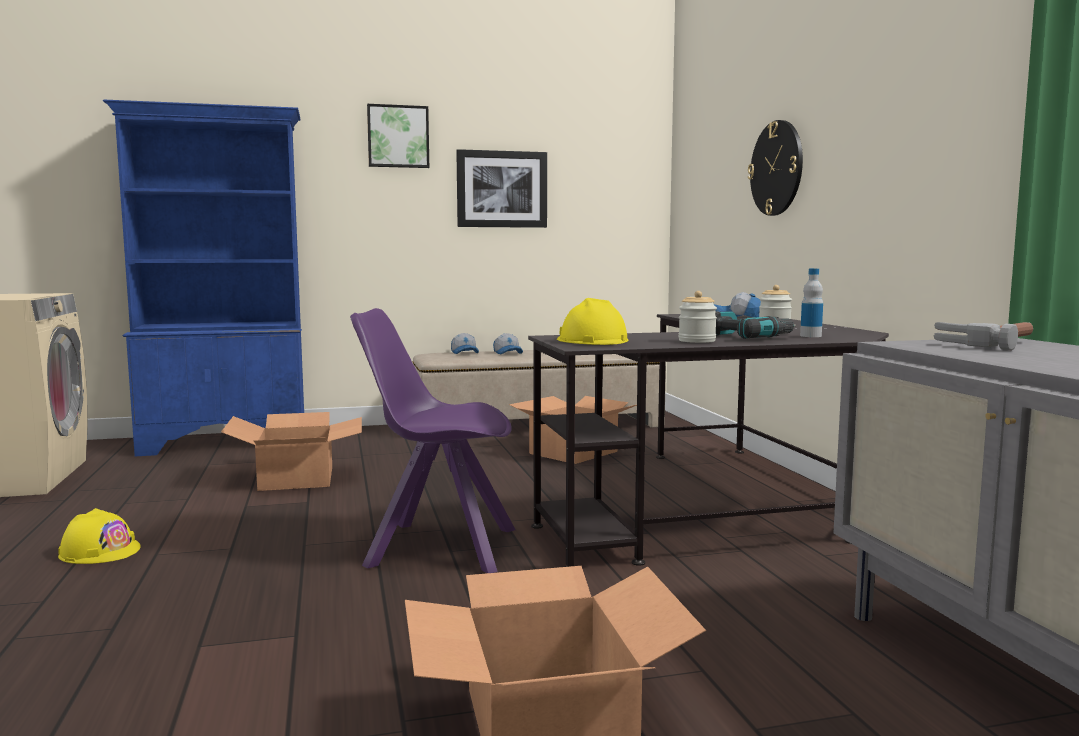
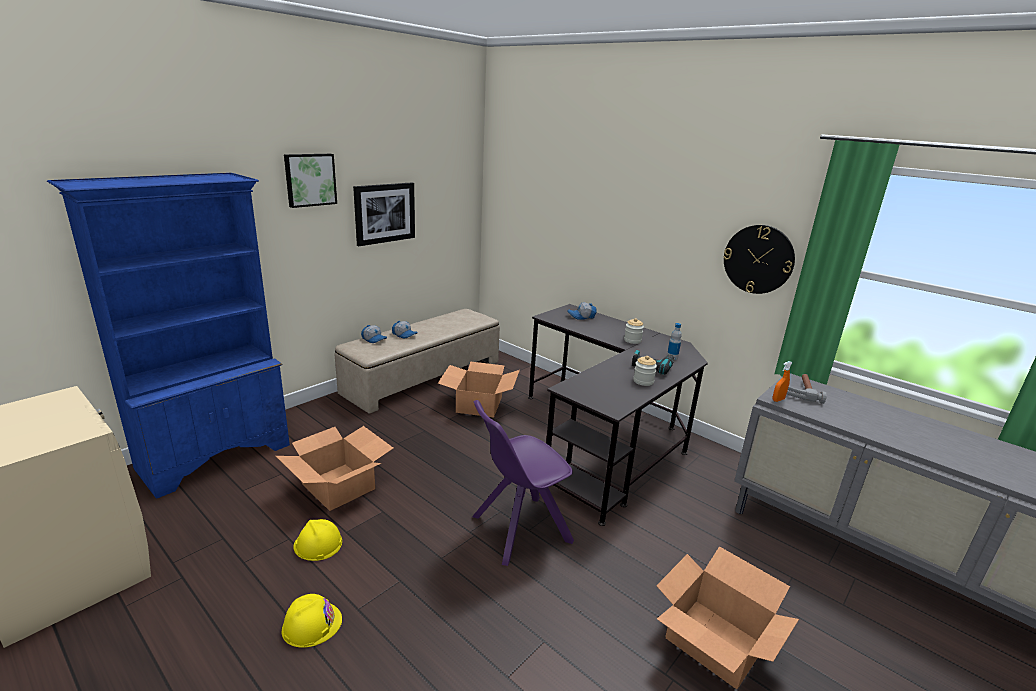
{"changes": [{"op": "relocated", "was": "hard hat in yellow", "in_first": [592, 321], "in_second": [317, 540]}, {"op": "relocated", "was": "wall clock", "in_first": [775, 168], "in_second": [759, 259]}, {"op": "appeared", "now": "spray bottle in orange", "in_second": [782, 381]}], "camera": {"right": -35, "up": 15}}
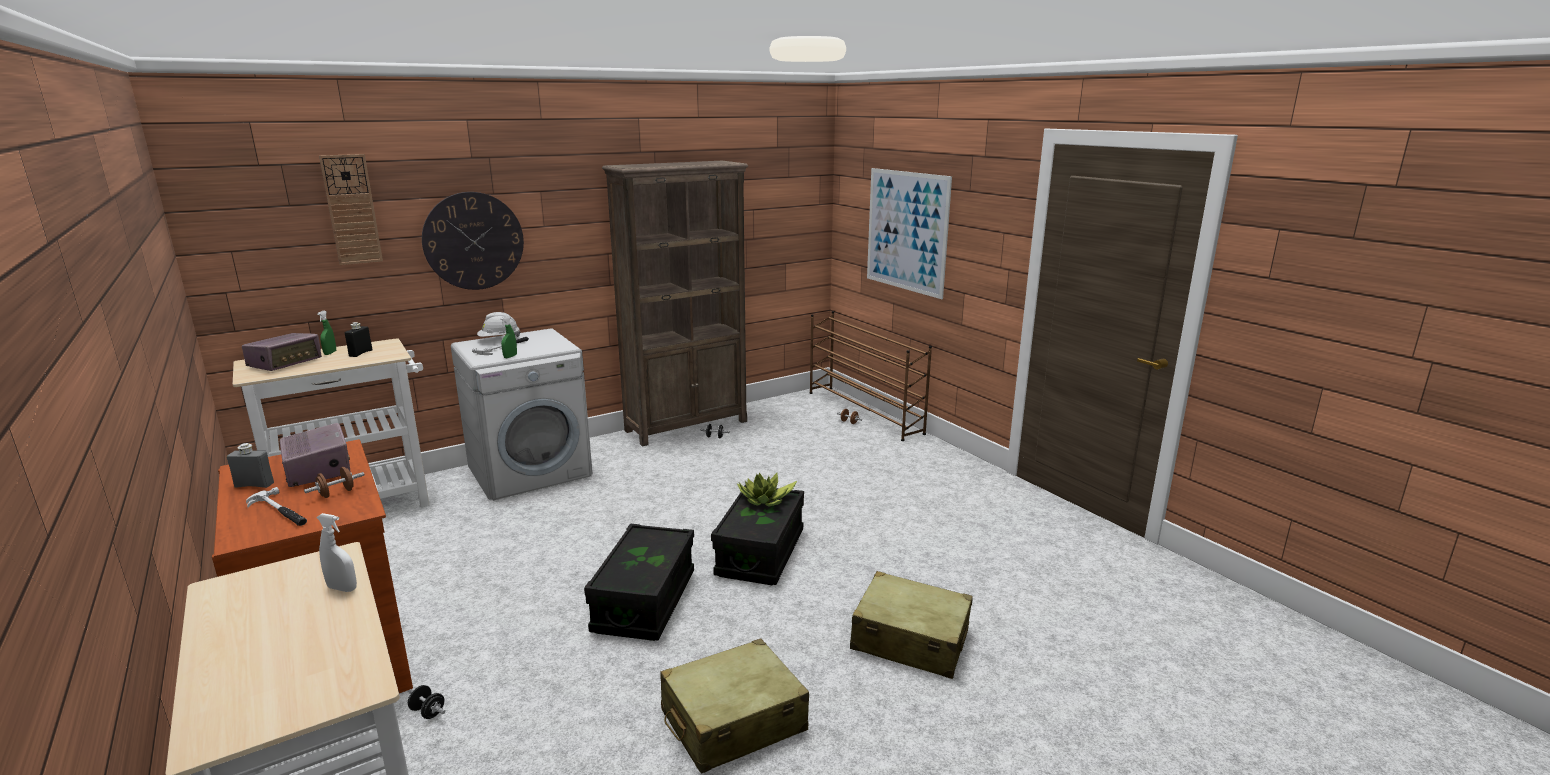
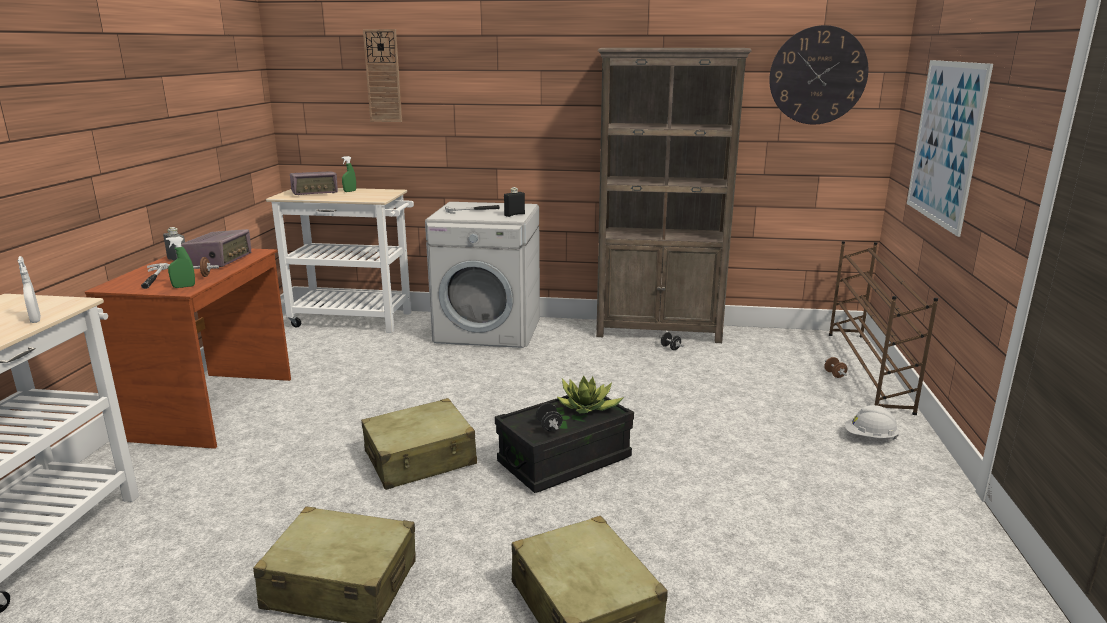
{"changes": [{"op": "relocated", "was": "bottle in black", "in_first": [359, 339], "in_second": [514, 202]}, {"op": "relocated", "was": "dumbbell in black", "in_first": [426, 702], "in_second": [549, 417]}, {"op": "relocated", "was": "wall clock", "in_first": [473, 241], "in_second": [818, 74]}, {"op": "relocated", "was": "hard hat in white", "in_first": [498, 324], "in_second": [872, 422]}, {"op": "relocated", "was": "spray bottle in green", "in_first": [508, 337], "in_second": [180, 262]}, {"op": "exchanged", "was": "storage box in black", "now": "suitcase in beige", "in_first": [639, 582], "in_second": [419, 444]}], "camera": {"right": 40, "up": 0}}
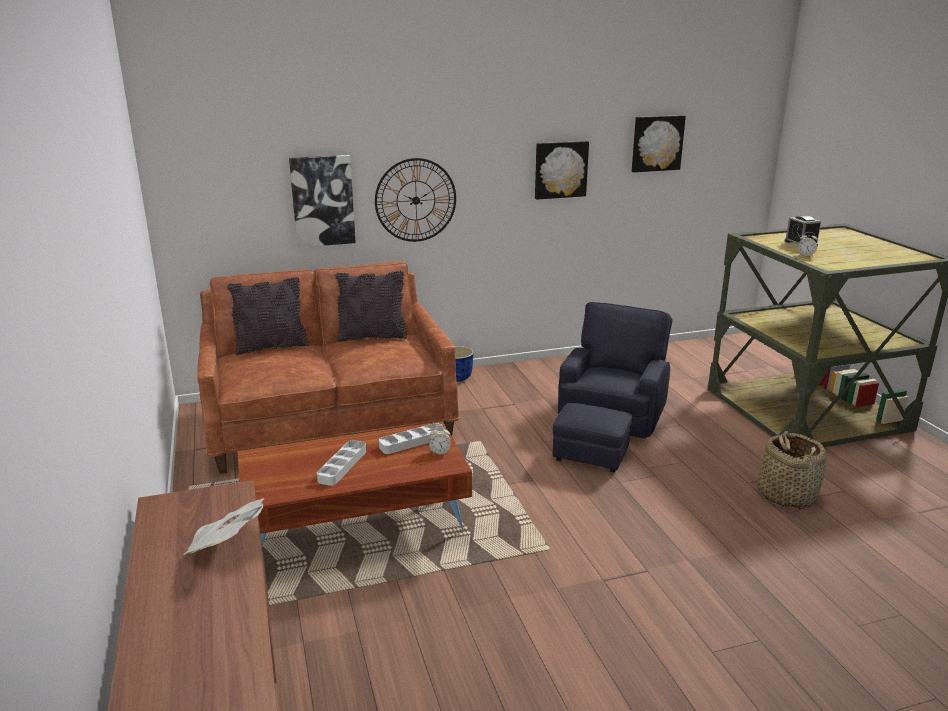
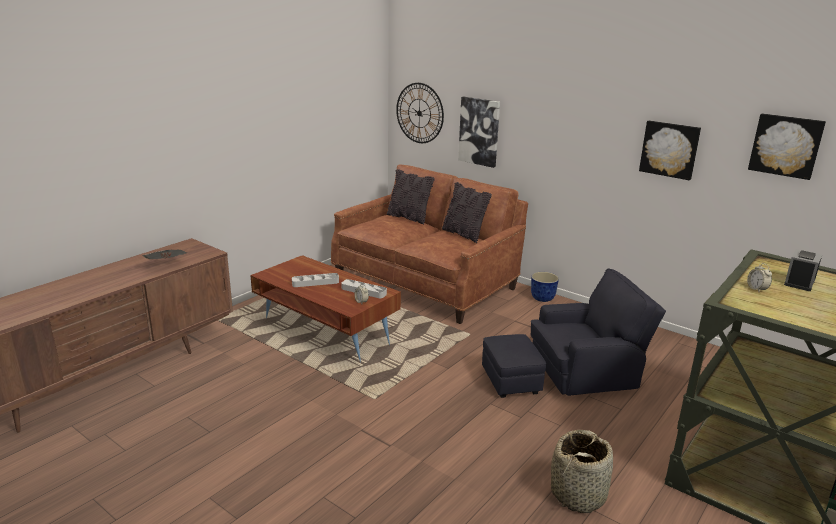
{"changes": [{"op": "relocated", "was": "wall clock", "in_first": [415, 200], "in_second": [420, 113]}], "camera": {"right": 55, "up": 0}}
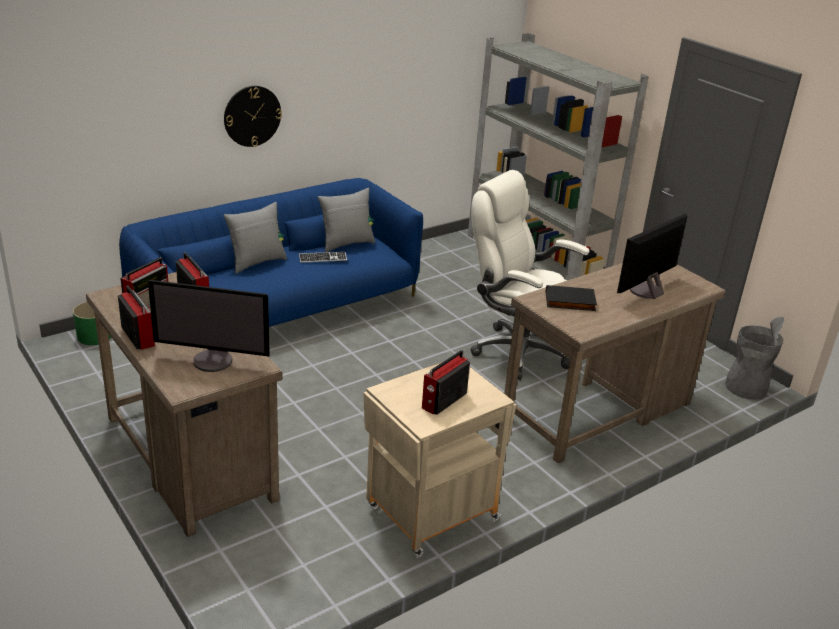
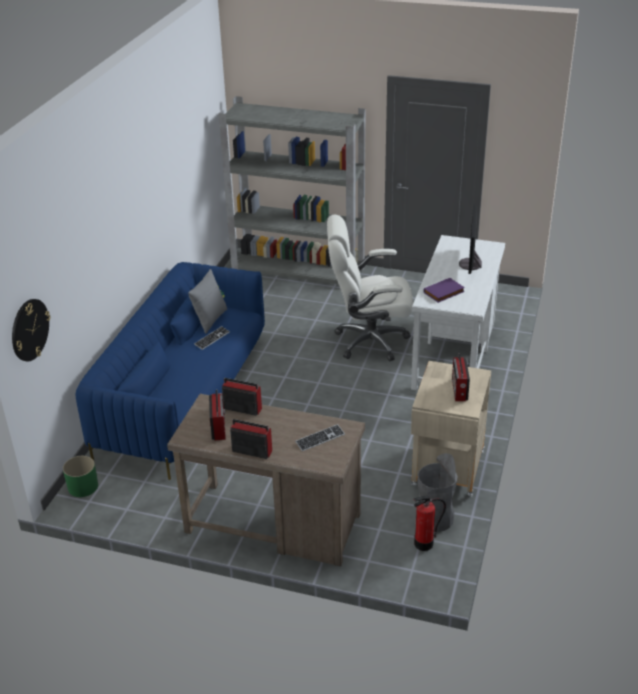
{"changes": [{"op": "exchanged", "was": "monitor", "now": "keyboard", "in_first": [209, 326], "in_second": [320, 437]}, {"op": "missing", "was": "pillow in grey", "in_first": [255, 238]}, {"op": "relocated", "was": "wall clock", "in_first": [253, 116], "in_second": [31, 330]}, {"op": "colour", "was": "desk in brown", "now": "desk in white", "in_first": [614, 363], "in_second": [458, 313]}, {"op": "colour", "was": "book in black", "now": "book in purple", "in_first": [571, 298], "in_second": [444, 290]}, {"op": "relocated", "was": "trash can in grey", "in_first": [754, 358], "in_second": [438, 492]}, {"op": "appeared", "now": "fire extinguisher", "in_second": [429, 523]}], "camera": {"right": -35, "up": 5}}
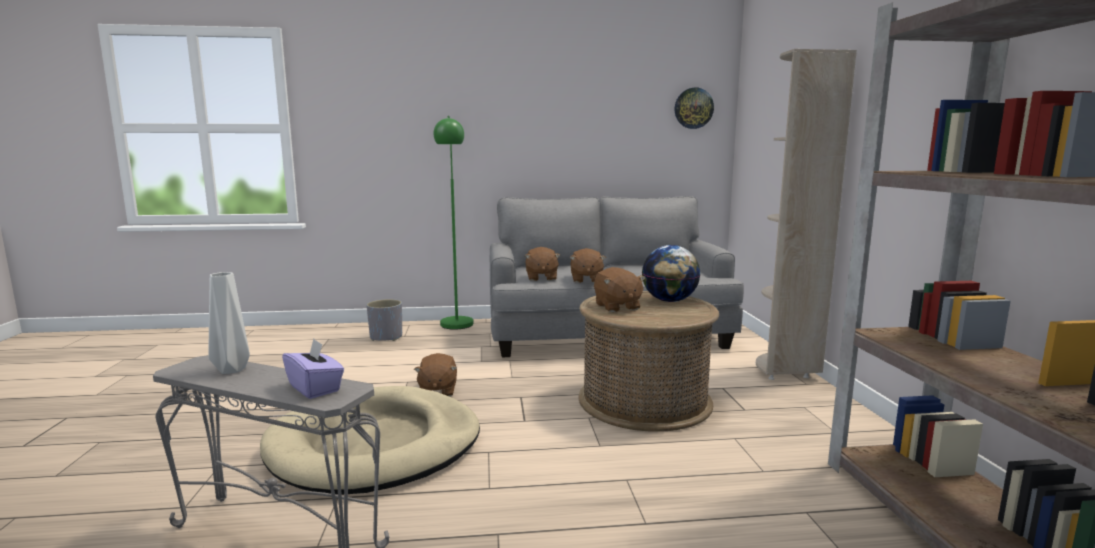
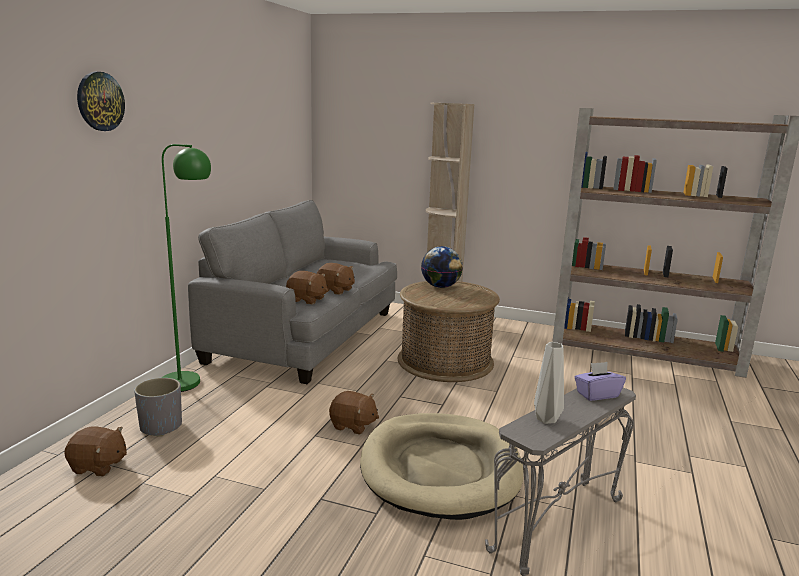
{"changes": [{"op": "relocated", "was": "plush toy in brown", "in_first": [619, 289], "in_second": [95, 451]}, {"op": "relocated", "was": "wall clock", "in_first": [694, 108], "in_second": [101, 101]}], "camera": {"right": -65, "up": 5}}
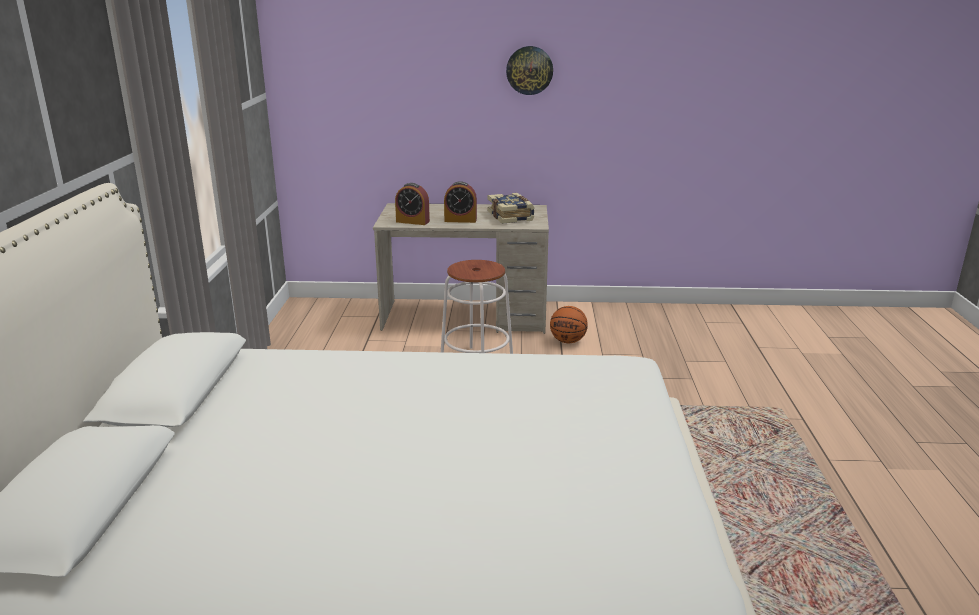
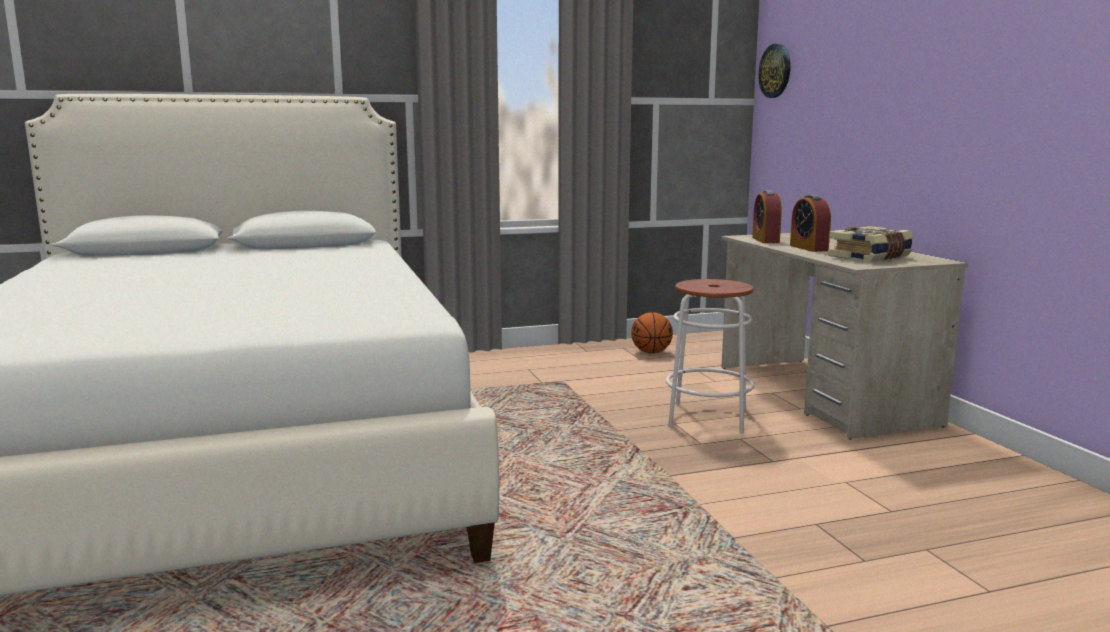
{"changes": [{"op": "relocated", "was": "wall clock", "in_first": [529, 70], "in_second": [774, 71]}, {"op": "relocated", "was": "basketball", "in_first": [569, 324], "in_second": [652, 332]}], "camera": {"right": 70, "up": -10}}
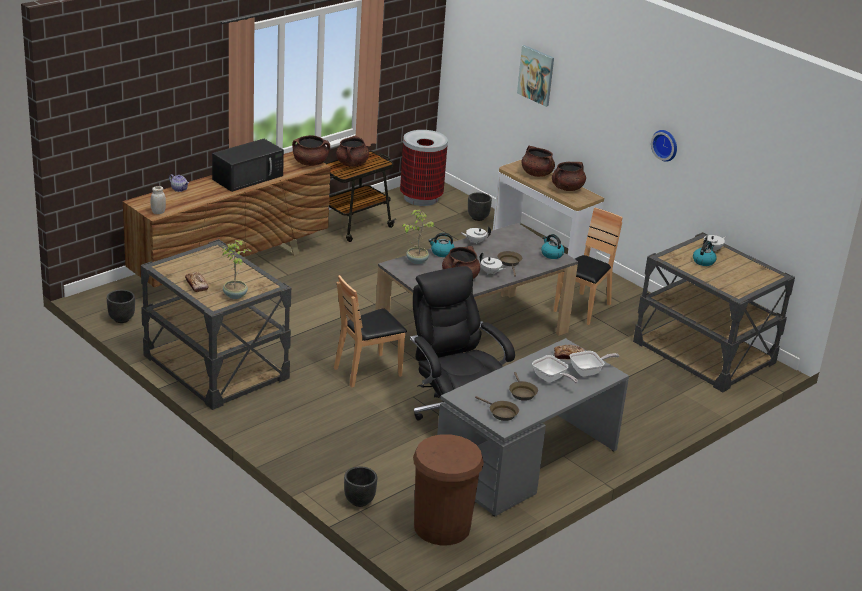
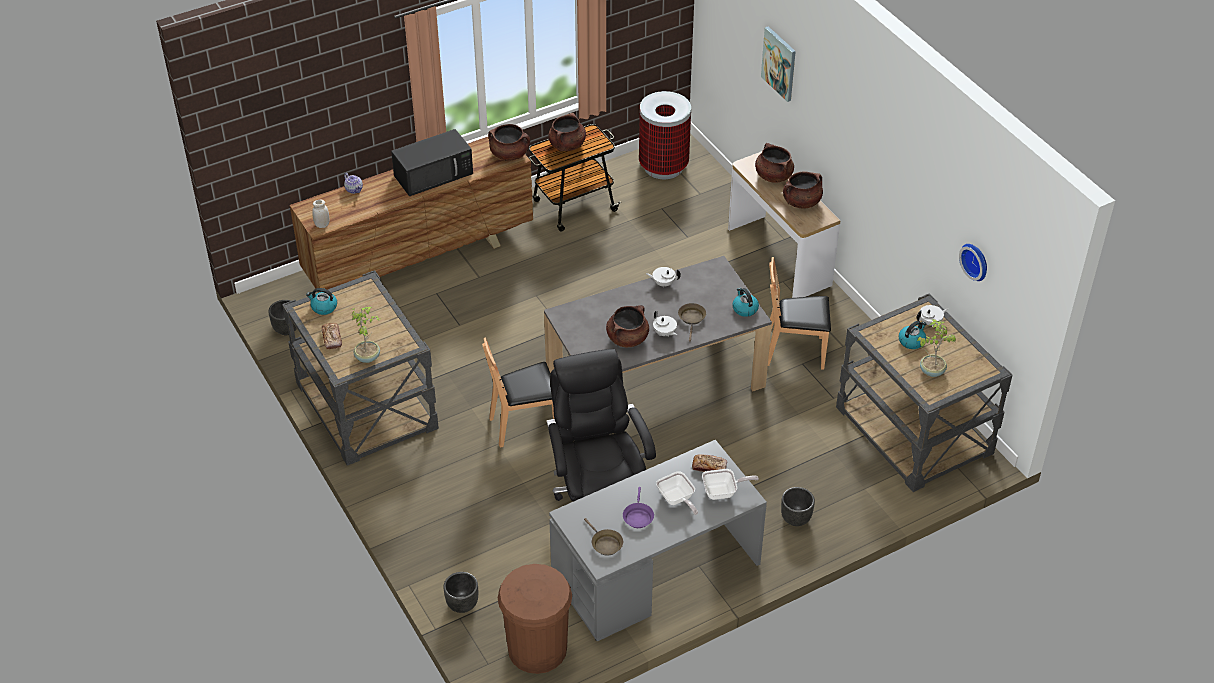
{"changes": [{"op": "relocated", "was": "potted plant", "in_first": [418, 237], "in_second": [937, 348]}, {"op": "relocated", "was": "kettle", "in_first": [441, 245], "in_second": [321, 301]}, {"op": "relocated", "was": "planter in black", "in_first": [480, 206], "in_second": [798, 506]}, {"op": "colour", "was": "frying pan in brown", "now": "frying pan in purple", "in_first": [523, 386], "in_second": [638, 507]}, {"op": "spun", "was": "chair in brown", "in_first": [588, 266], "in_second": [799, 313], "clockwise": -135}, {"op": "relocated", "was": "wall clock", "in_first": [664, 146], "in_second": [973, 262]}], "camera": {"right": 15, "up": 15}}
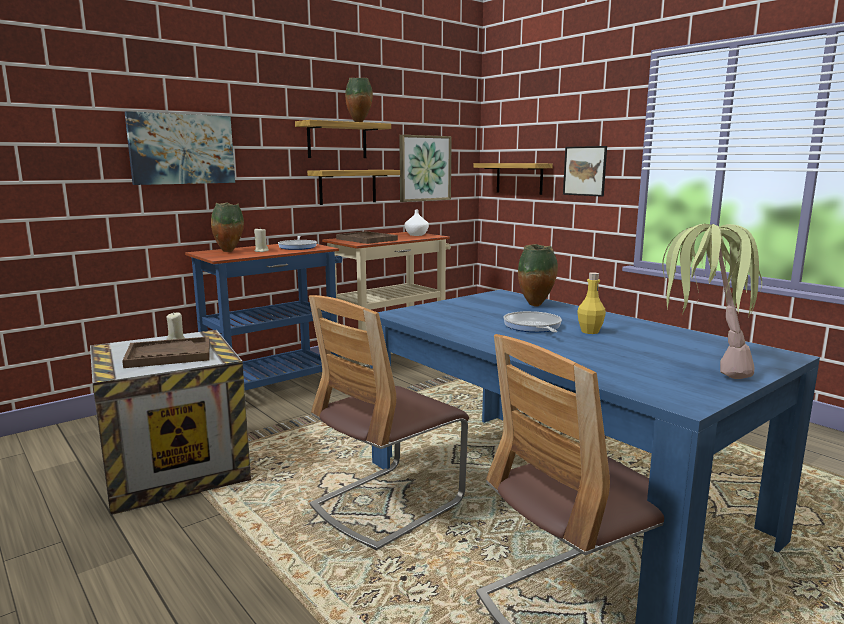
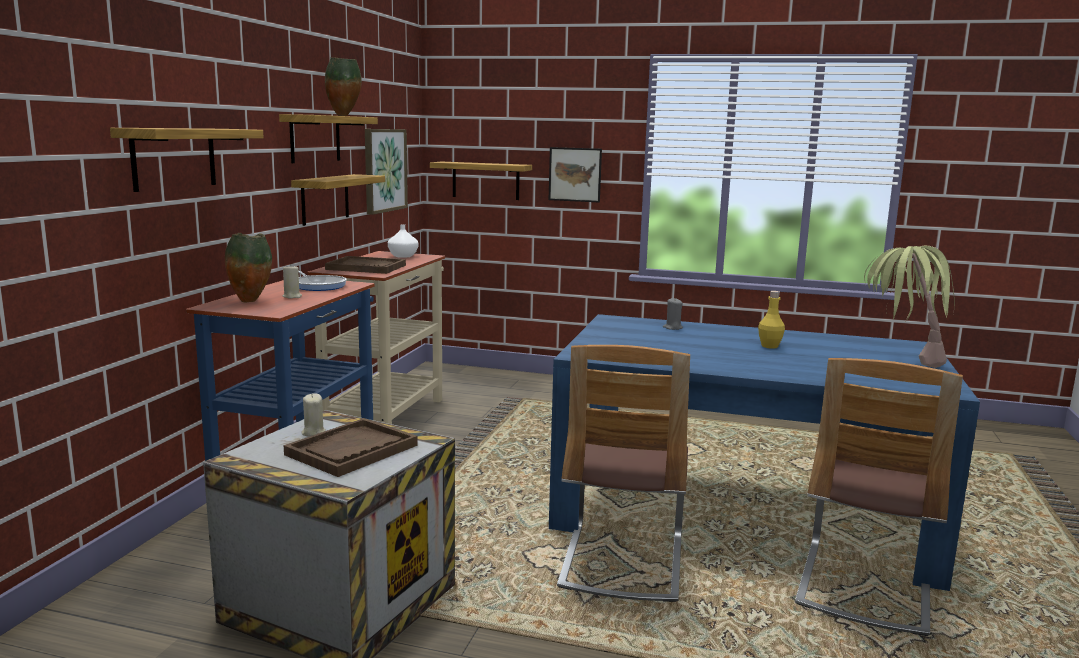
{"changes": [{"op": "exchanged", "was": "picture", "now": "shelf", "in_first": [180, 148], "in_second": [187, 160]}, {"op": "missing", "was": "frying pan", "in_first": [532, 322]}, {"op": "exchanged", "was": "vase", "now": "candle in grey", "in_first": [538, 275], "in_second": [673, 314]}], "camera": {"right": -35, "up": 0}}
